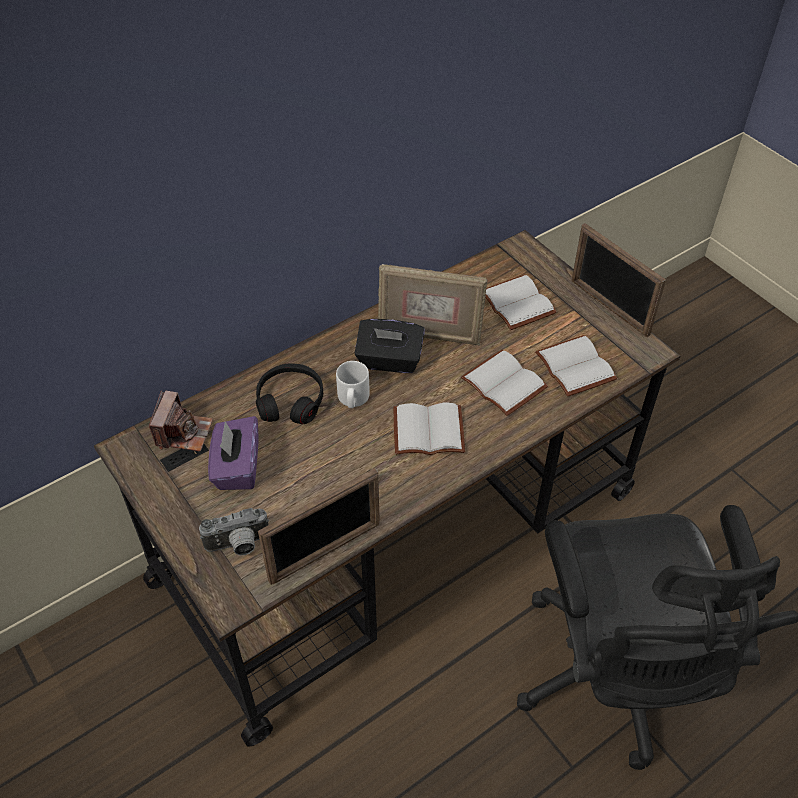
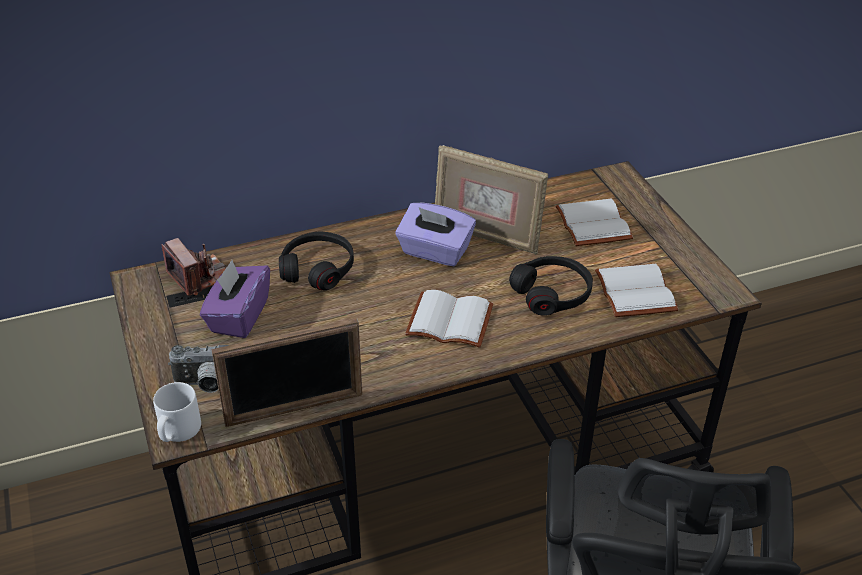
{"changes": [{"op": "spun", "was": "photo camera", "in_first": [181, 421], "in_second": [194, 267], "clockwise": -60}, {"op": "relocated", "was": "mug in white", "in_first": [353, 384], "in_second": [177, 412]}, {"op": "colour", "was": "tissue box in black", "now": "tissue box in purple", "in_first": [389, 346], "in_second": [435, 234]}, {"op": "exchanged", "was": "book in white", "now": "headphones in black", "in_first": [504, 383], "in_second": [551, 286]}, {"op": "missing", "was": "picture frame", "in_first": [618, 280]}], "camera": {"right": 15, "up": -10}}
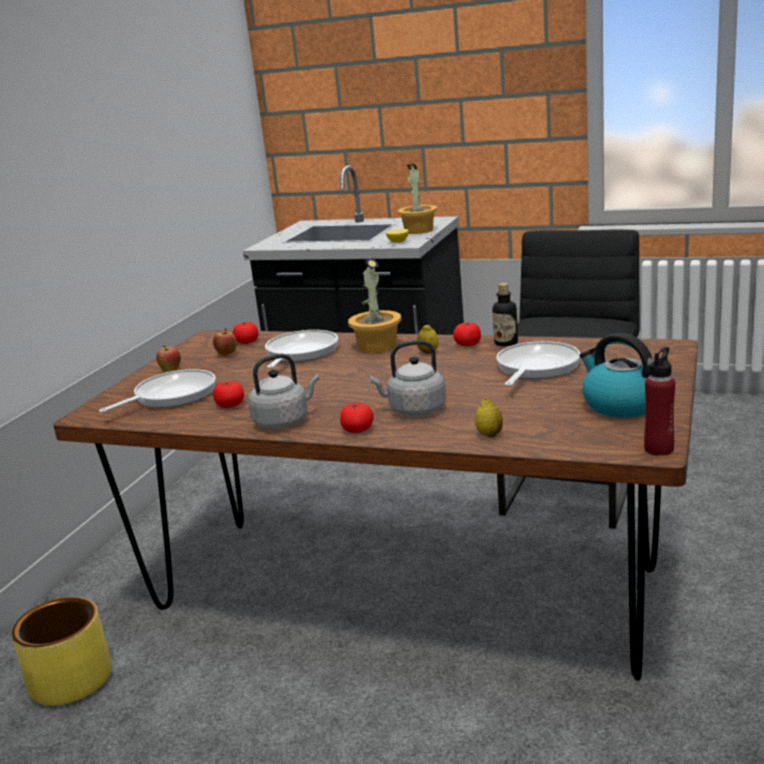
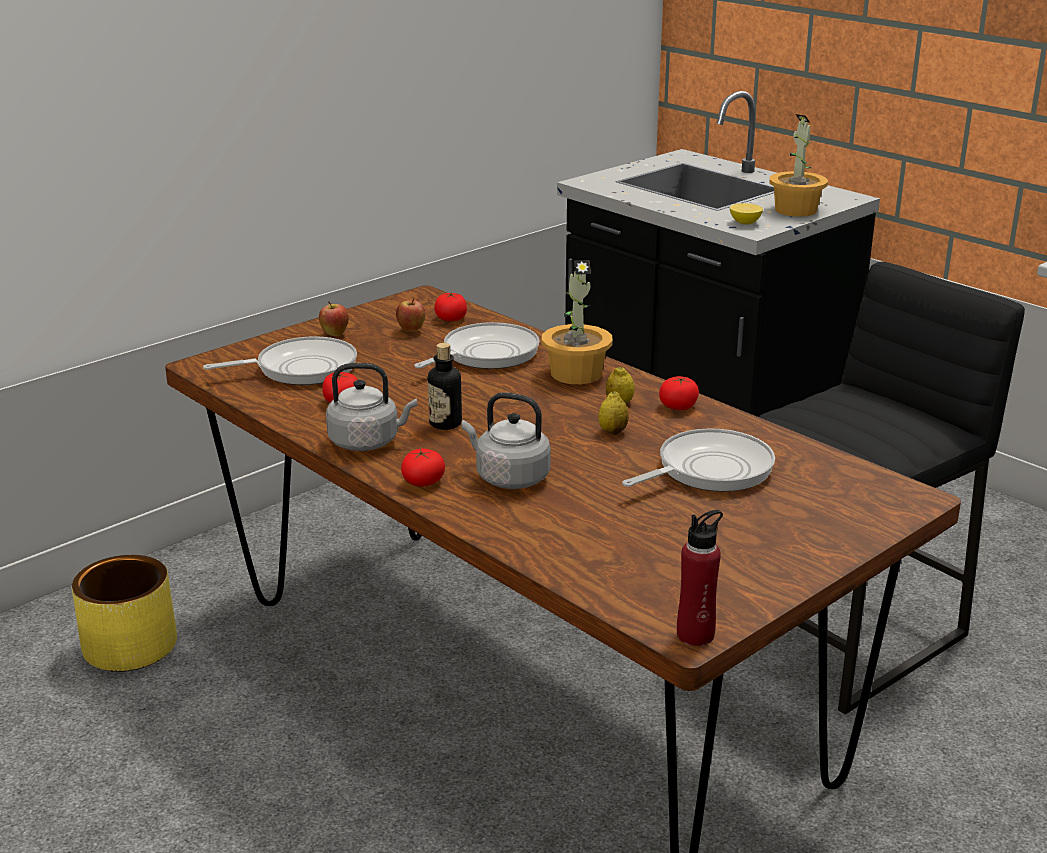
{"changes": [{"op": "relocated", "was": "lemon", "in_first": [489, 418], "in_second": [614, 413]}, {"op": "relocated", "was": "bottle", "in_first": [505, 314], "in_second": [445, 386]}, {"op": "missing", "was": "kettle", "in_first": [616, 375]}], "camera": {"right": 25, "up": 5}}
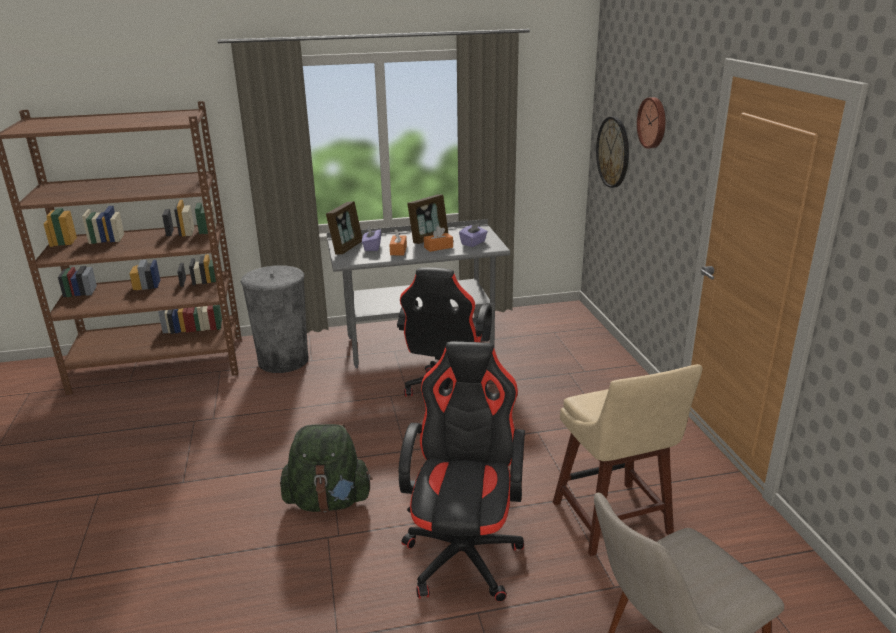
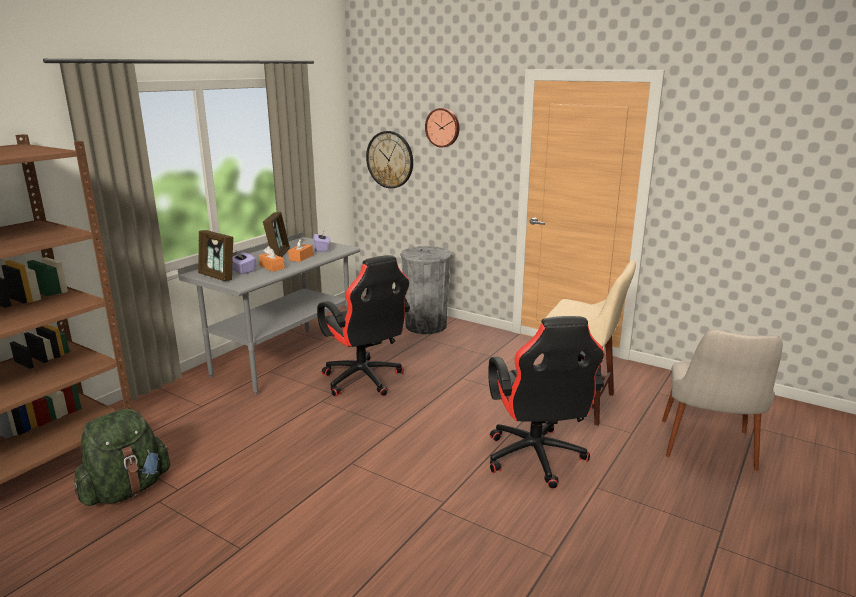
{"changes": [{"op": "relocated", "was": "trash can in grey", "in_first": [275, 319], "in_second": [426, 290]}, {"op": "relocated", "was": "backpack in green", "in_first": [326, 468], "in_second": [122, 457]}, {"op": "spun", "was": "picture frame", "in_first": [344, 228], "in_second": [215, 255], "clockwise": 150}, {"op": "spun", "was": "office chair in black", "in_first": [462, 471], "in_second": [546, 402], "clockwise": -150}], "camera": {"right": -45, "up": -5}}
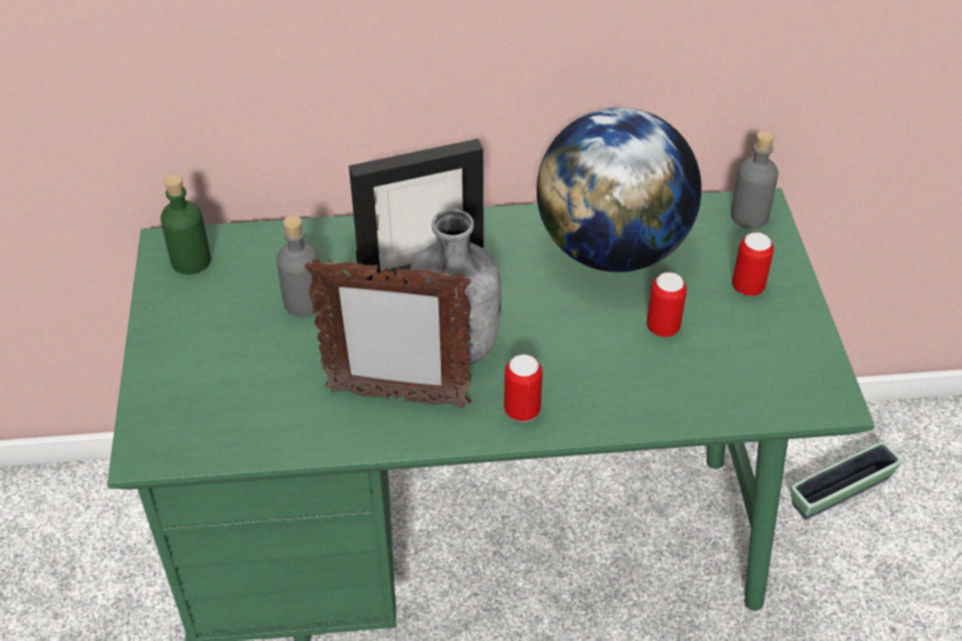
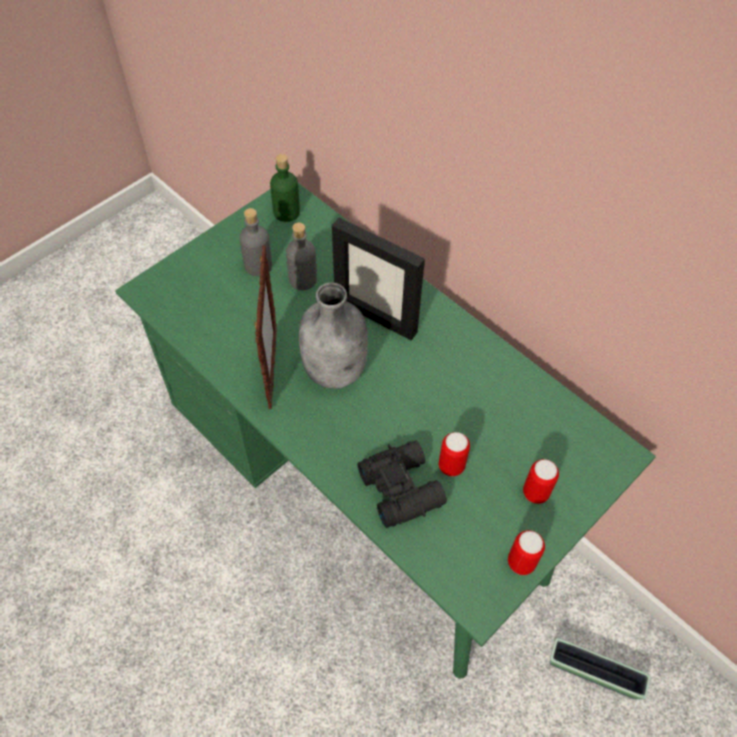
{"changes": [{"op": "spun", "was": "picture frame", "in_first": [387, 333], "in_second": [265, 327], "clockwise": -150}, {"op": "relocated", "was": "can", "in_first": [523, 388], "in_second": [526, 552]}, {"op": "missing", "was": "globe", "in_first": [619, 189]}, {"op": "relocated", "was": "bottle in grey", "in_first": [754, 179], "in_second": [255, 242]}, {"op": "appeared", "now": "binoculars in black", "in_second": [402, 484]}], "camera": {"right": 50, "up": 10}}
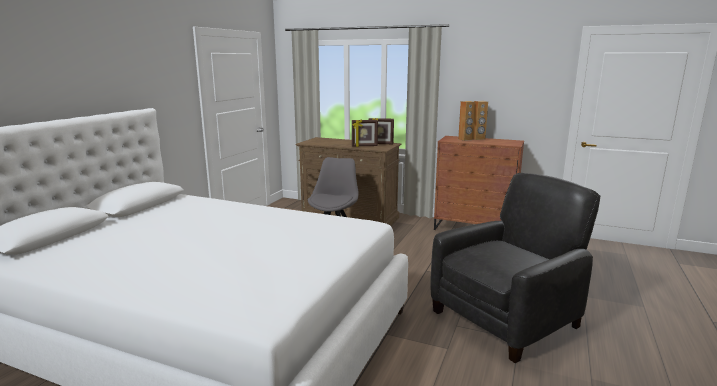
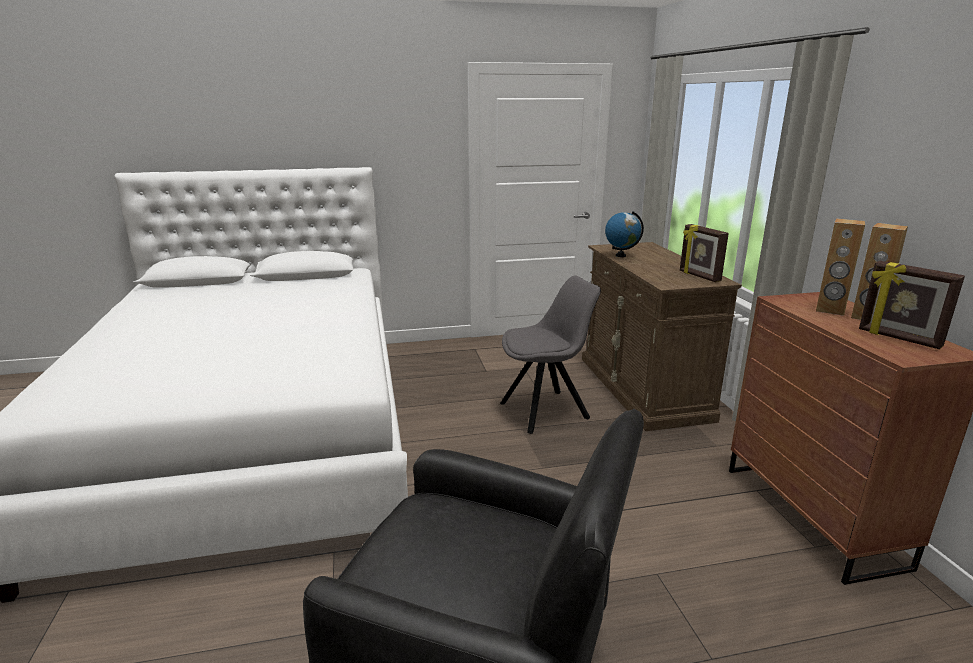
{"changes": [{"op": "relocated", "was": "picture frame", "in_first": [365, 133], "in_second": [912, 305]}, {"op": "appeared", "now": "globe", "in_second": [624, 234]}], "camera": {"right": 55, "up": 5}}
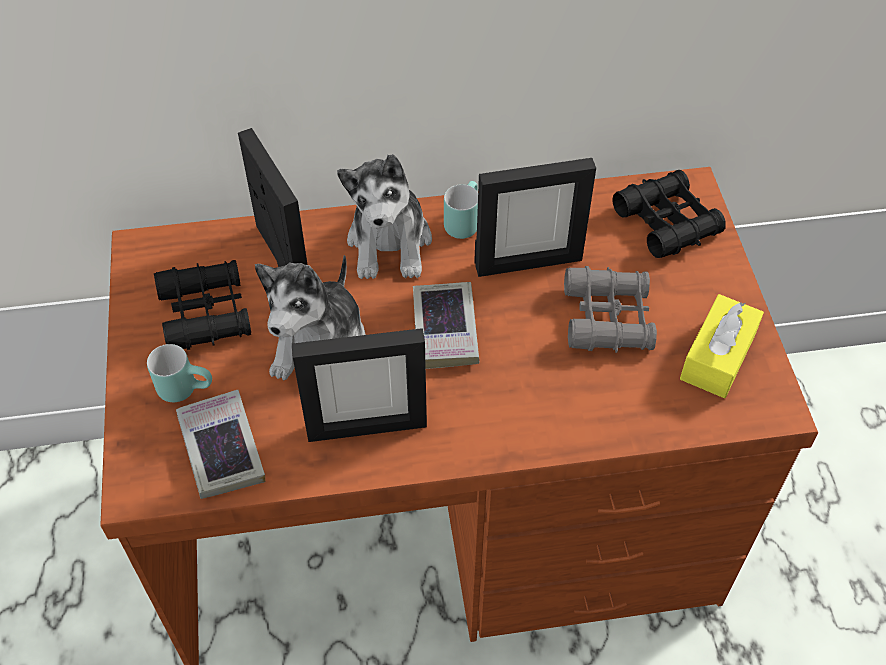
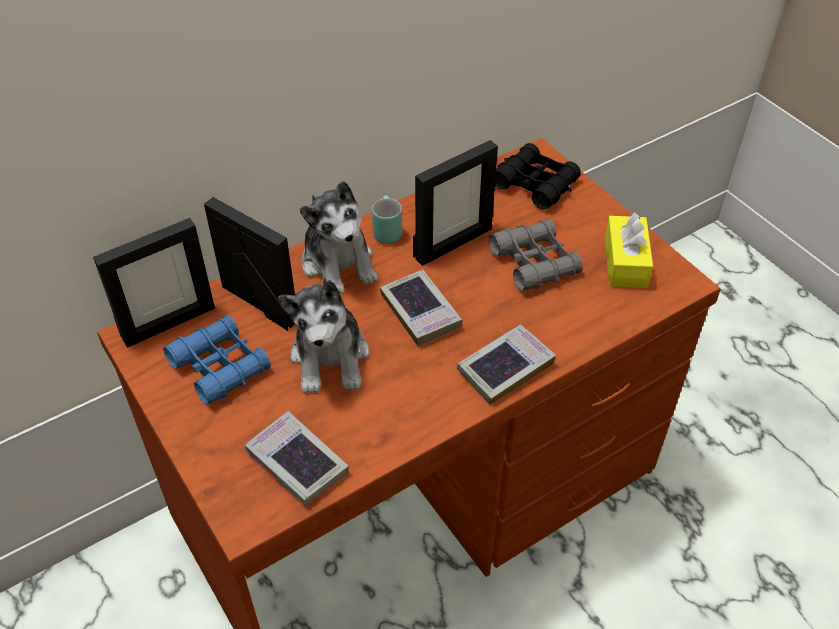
{"changes": [{"op": "missing", "was": "mug in turquoise", "in_first": [179, 373]}, {"op": "colour", "was": "binoculars in black", "now": "binoculars in blue", "in_first": [202, 305], "in_second": [217, 360]}, {"op": "relocated", "was": "picture frame", "in_first": [359, 385], "in_second": [154, 283]}, {"op": "appeared", "now": "book", "in_second": [506, 365]}], "camera": {"right": -25, "up": -5}}
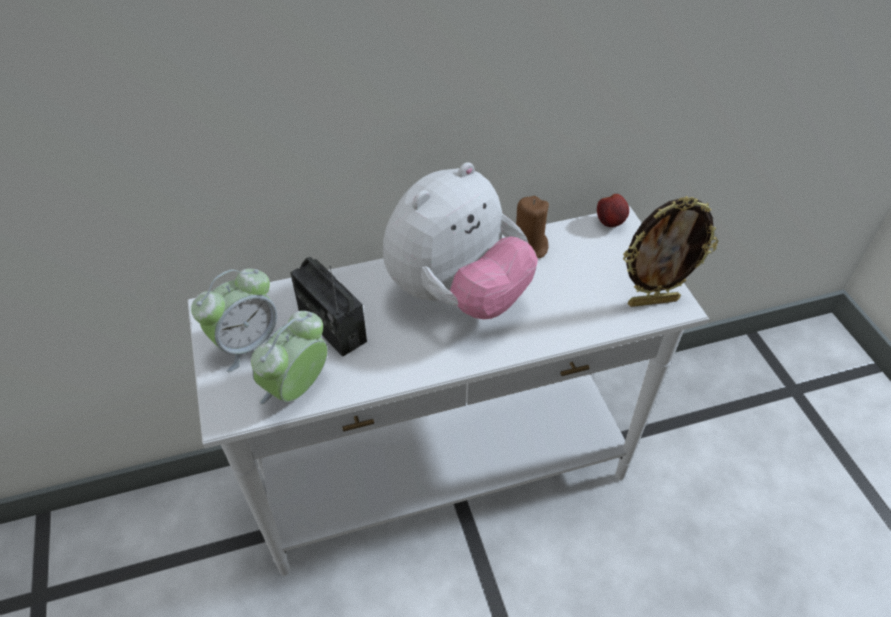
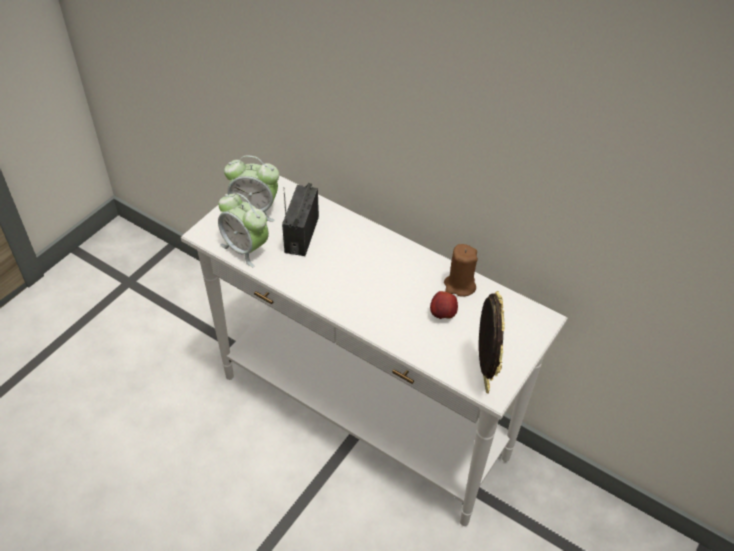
{"changes": [{"op": "spun", "was": "alarm clock", "in_first": [289, 357], "in_second": [243, 230], "clockwise": -135}, {"op": "missing", "was": "plush toy", "in_first": [460, 240]}, {"op": "relocated", "was": "apple", "in_first": [613, 210], "in_second": [444, 305]}, {"op": "spun", "was": "picture frame", "in_first": [670, 251], "in_second": [492, 342], "clockwise": -135}], "camera": {"right": 50, "up": 0}}
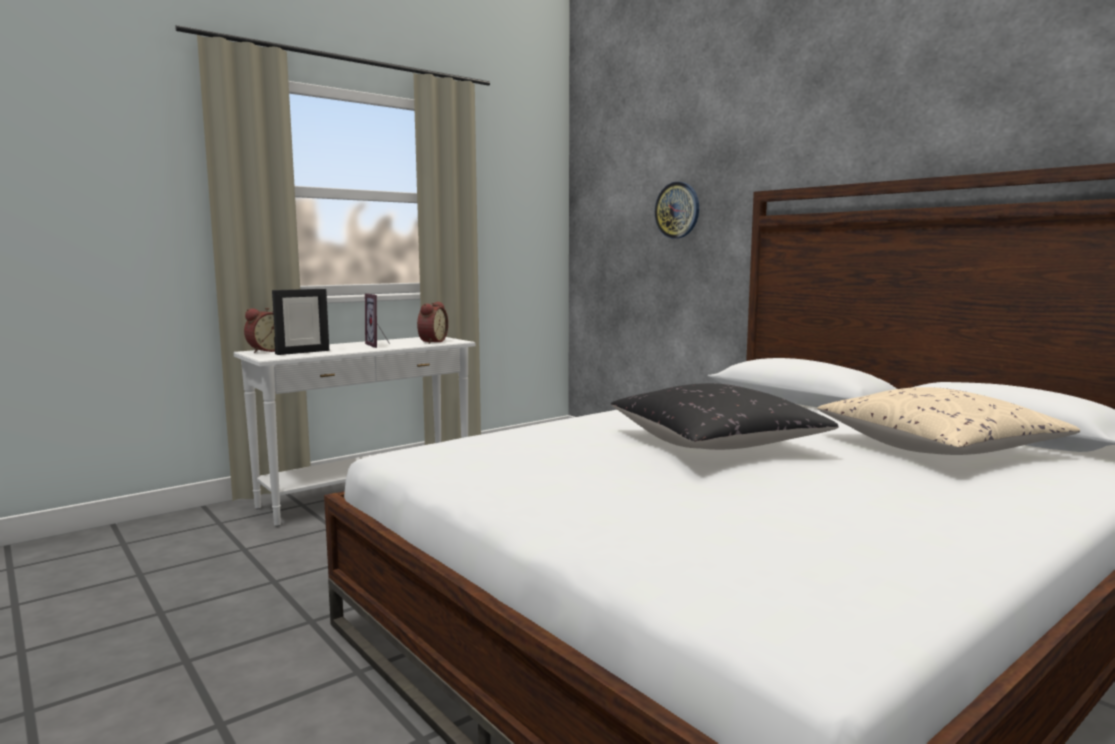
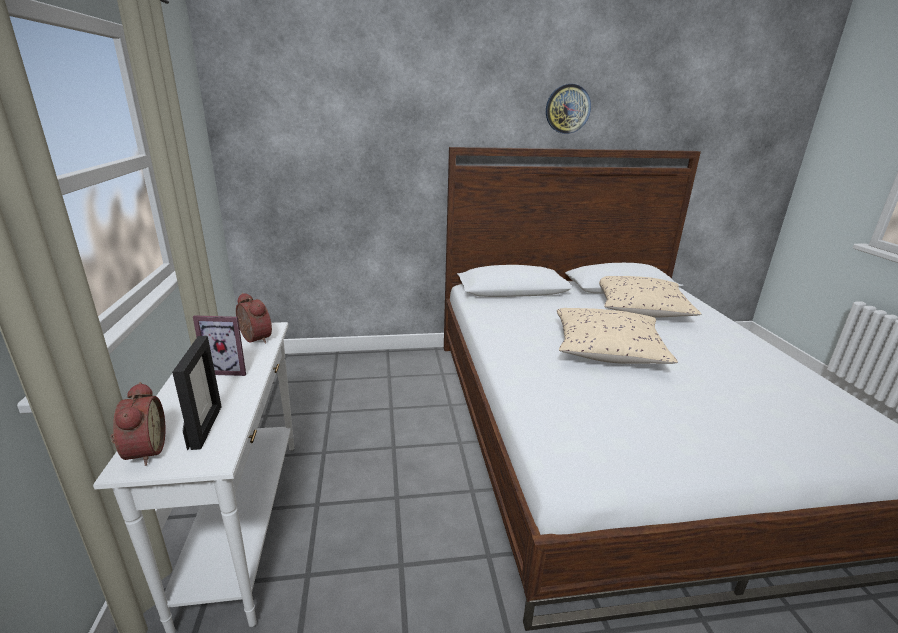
{"changes": [{"op": "colour", "was": "pillow in black", "now": "pillow in beige", "in_first": [725, 416], "in_second": [617, 336]}, {"op": "relocated", "was": "wall clock", "in_first": [677, 210], "in_second": [568, 109]}], "camera": {"right": -60, "up": 15}}
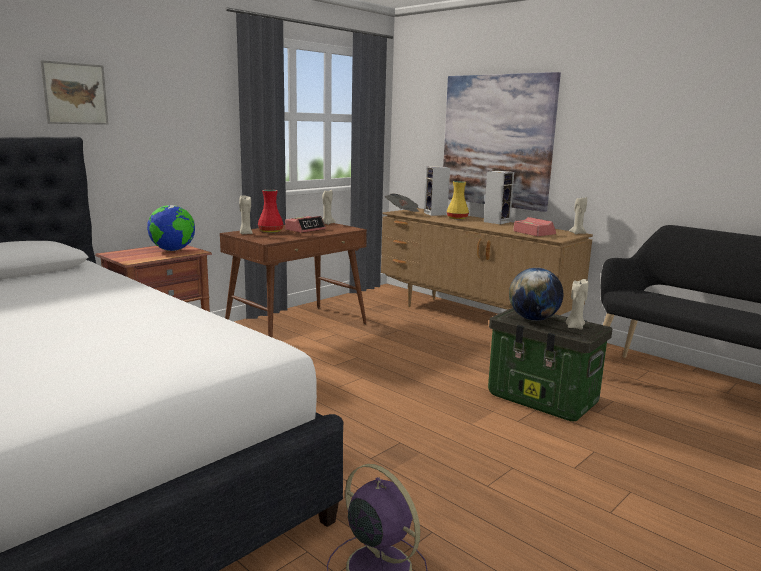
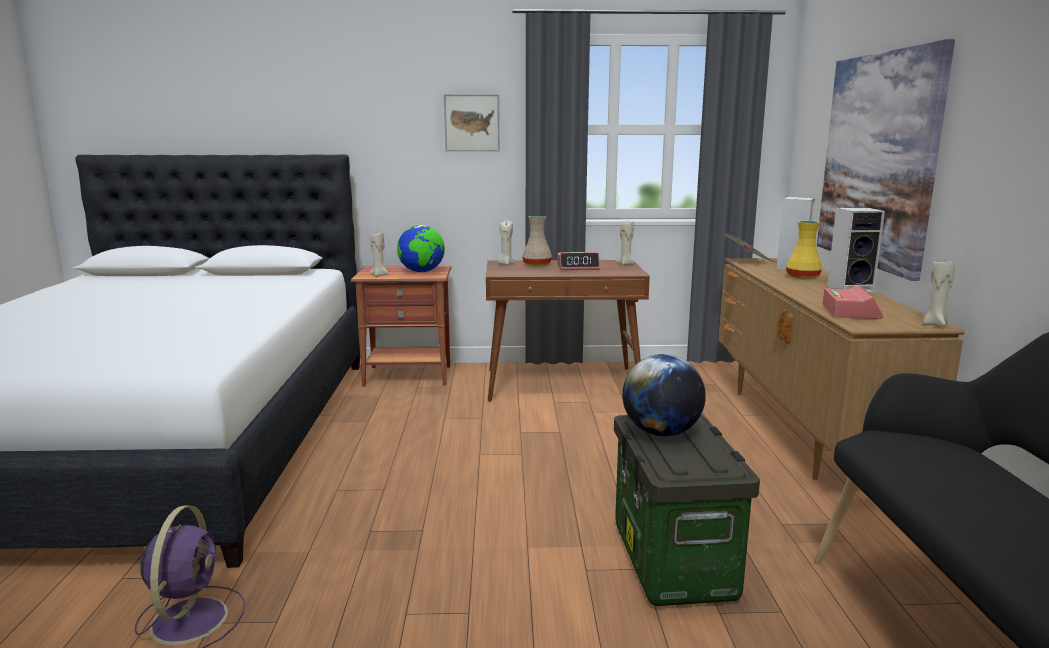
{"changes": [{"op": "relocated", "was": "picture", "in_first": [74, 92], "in_second": [472, 122]}, {"op": "colour", "was": "vase in red", "now": "vase in beige", "in_first": [271, 211], "in_second": [537, 241]}, {"op": "relocated", "was": "candle in beige", "in_first": [577, 304], "in_second": [379, 254]}], "camera": {"right": 45, "up": 0}}
